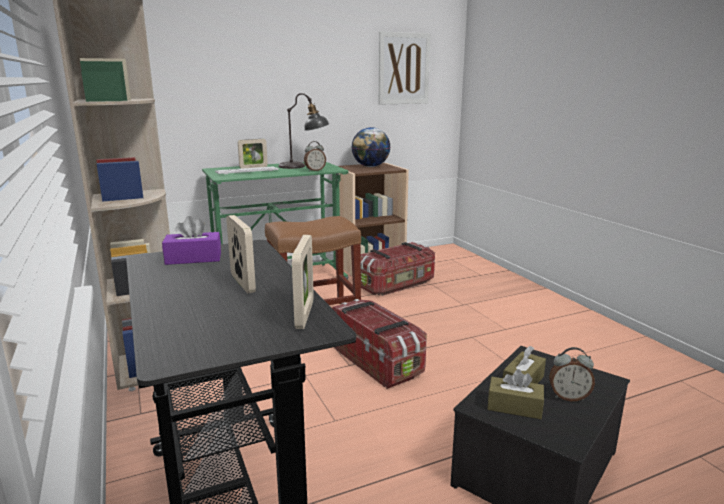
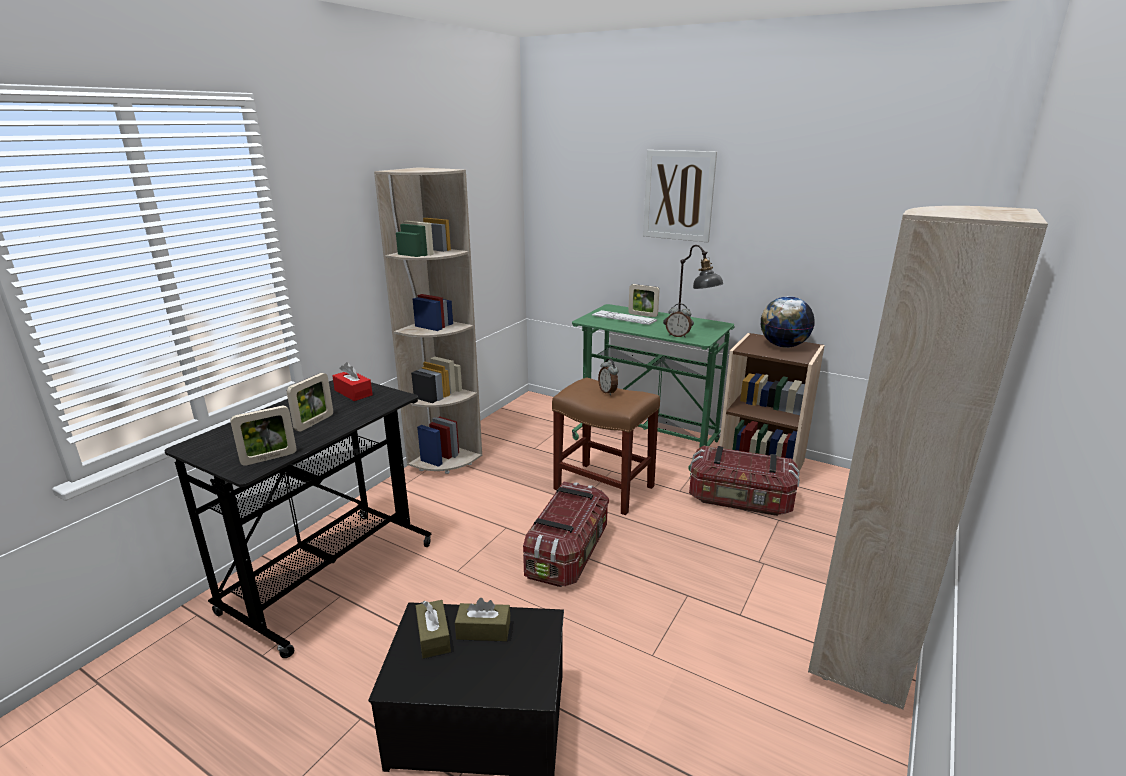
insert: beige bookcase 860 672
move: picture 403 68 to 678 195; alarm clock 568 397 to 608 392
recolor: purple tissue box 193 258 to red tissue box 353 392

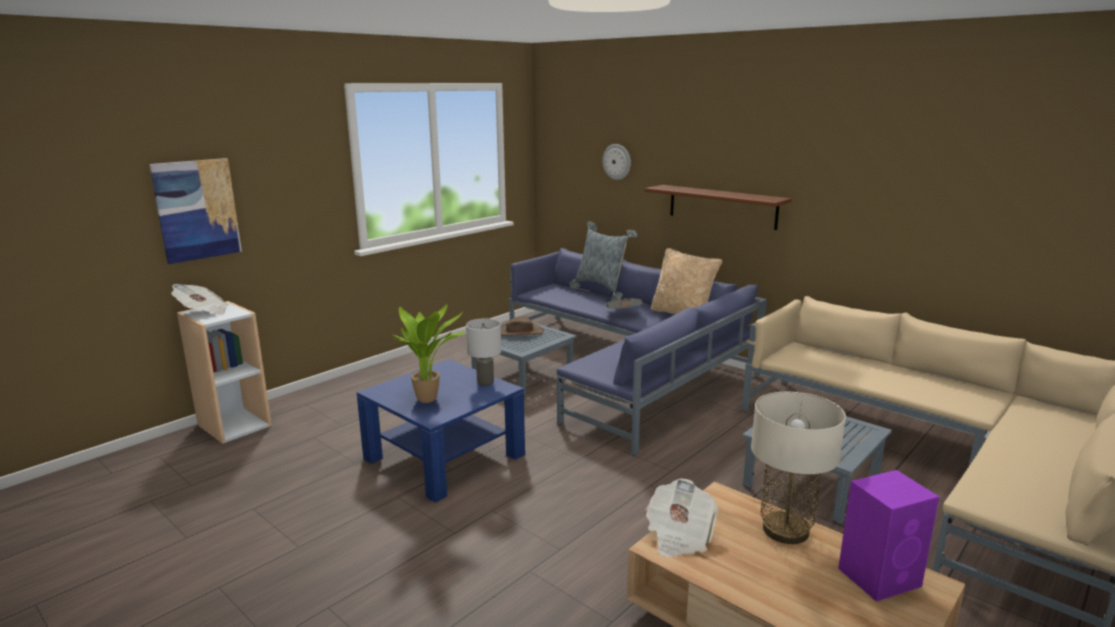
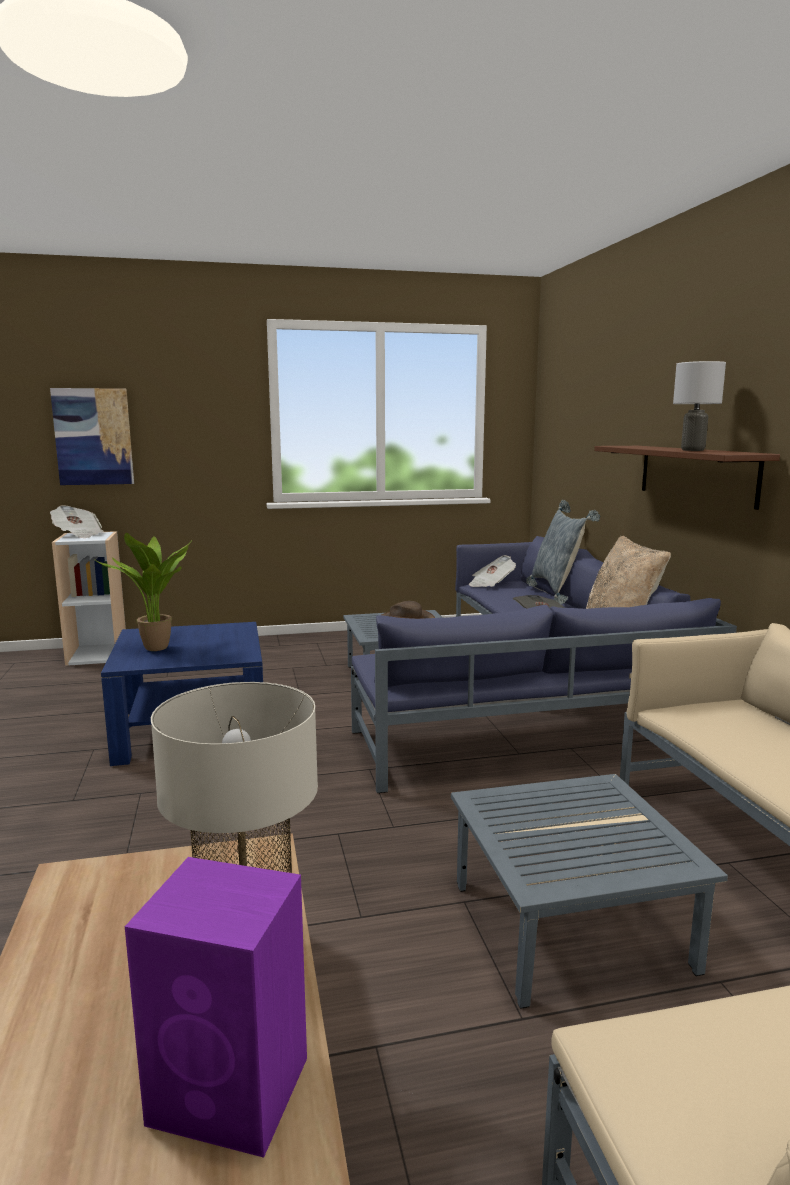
delete: wall clock 617 161
move: white table lamp 485 383 to 692 450; newspaper 679 535 to 490 584

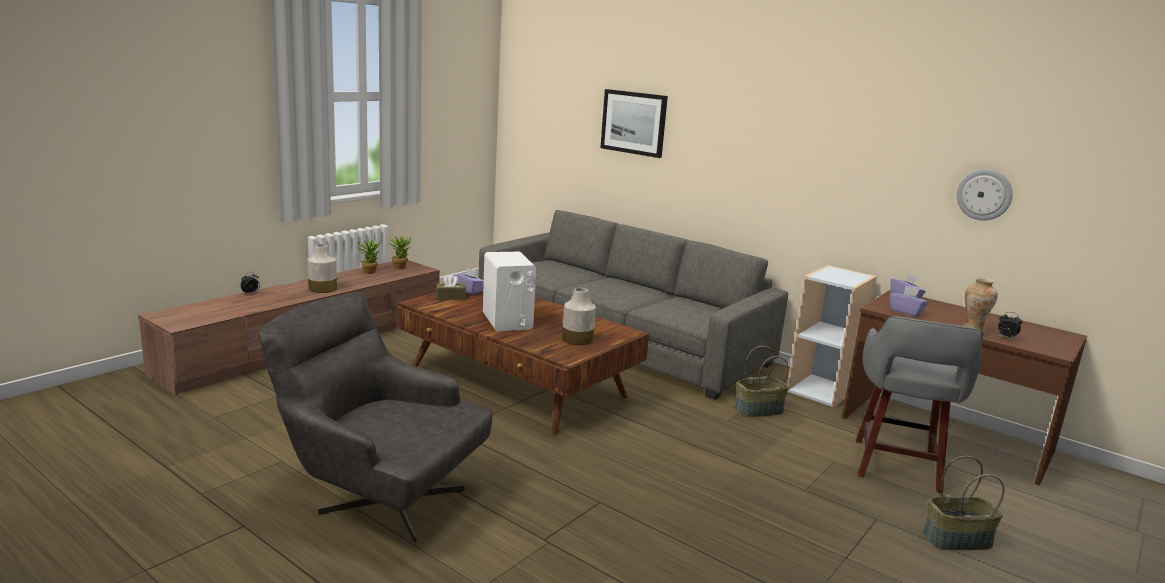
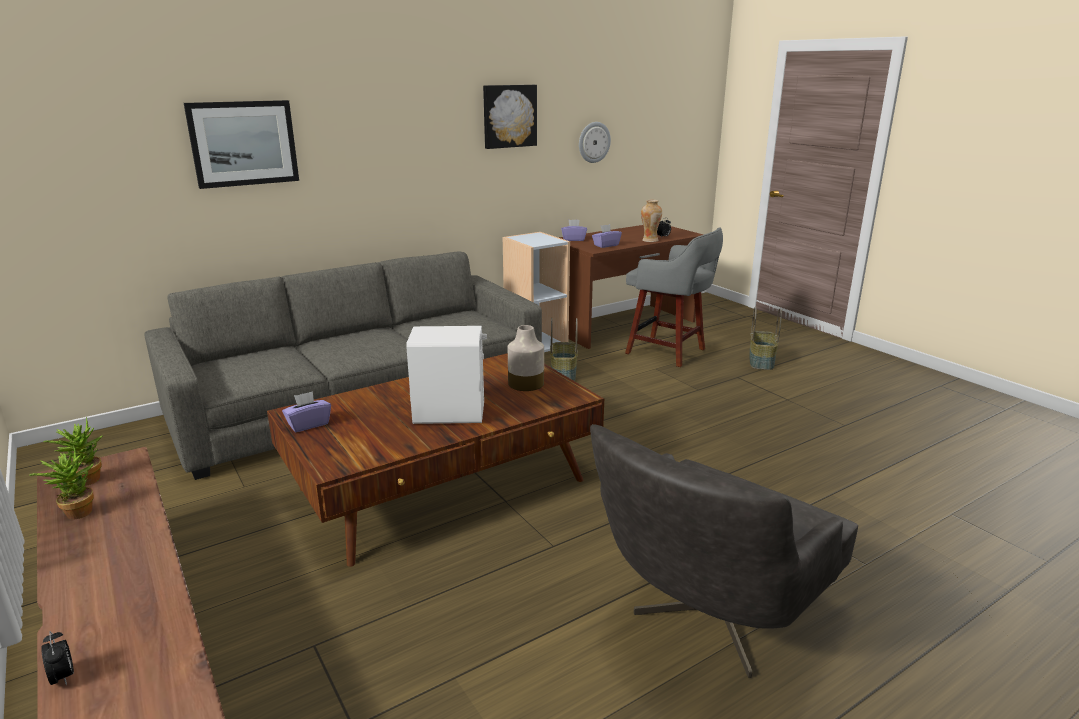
delete: beige vase 322 288; brown tissue box 450 297
insert: picture 509 116

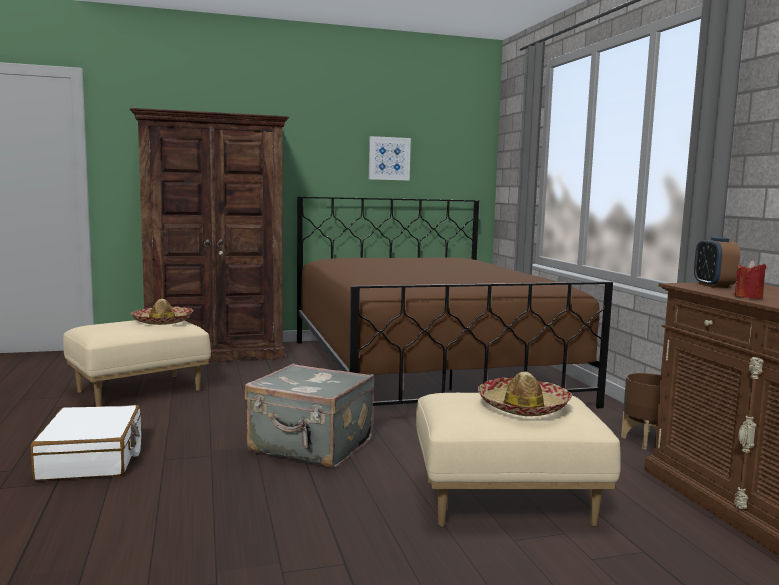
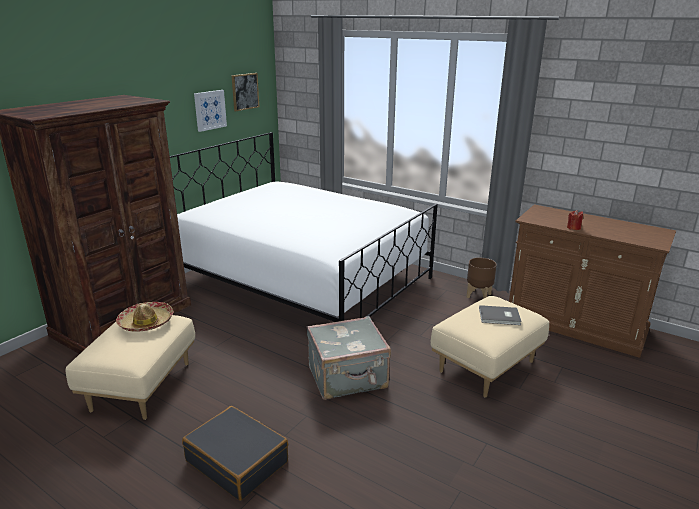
delete: alarm clock 713 285
insert: picture 245 91
replace: hat 523 407 to grey book 500 317
recolor: white suitcase 92 458 to black suitcase 237 461; brown bed 425 369 to white bed 301 280

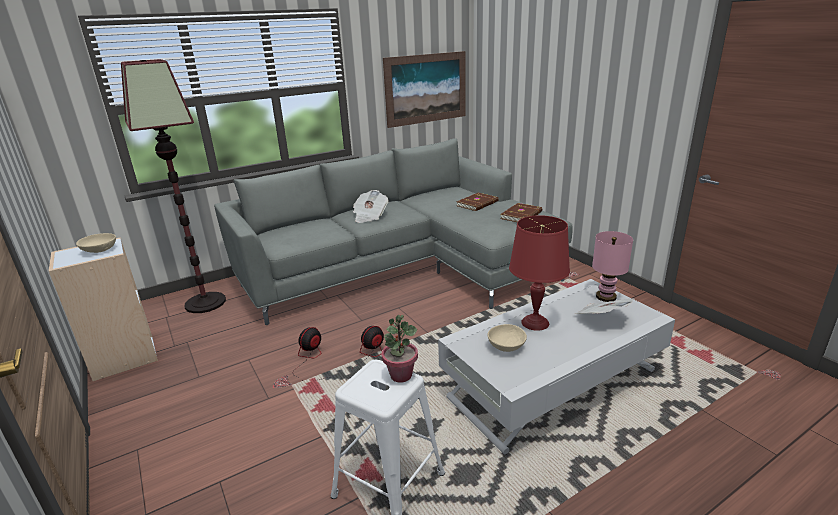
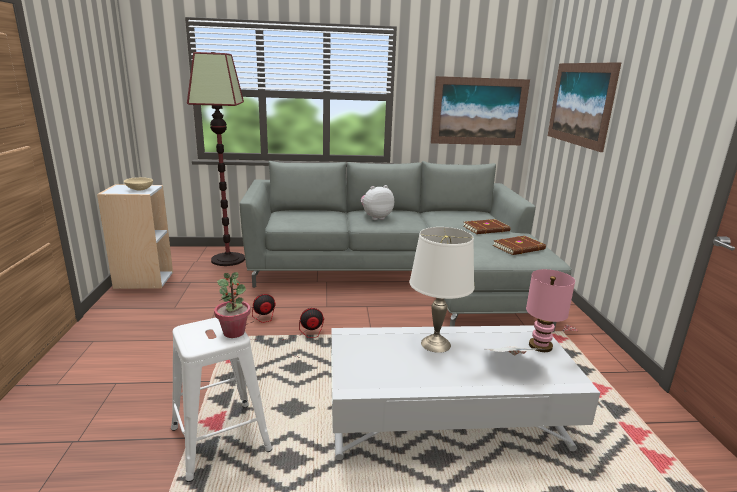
delete: beige bowl 506 346
insert: picture 580 104
replace: newspaper 369 216 to plush toy 376 217
recolor: red table lamp 535 322 to white table lamp 435 344

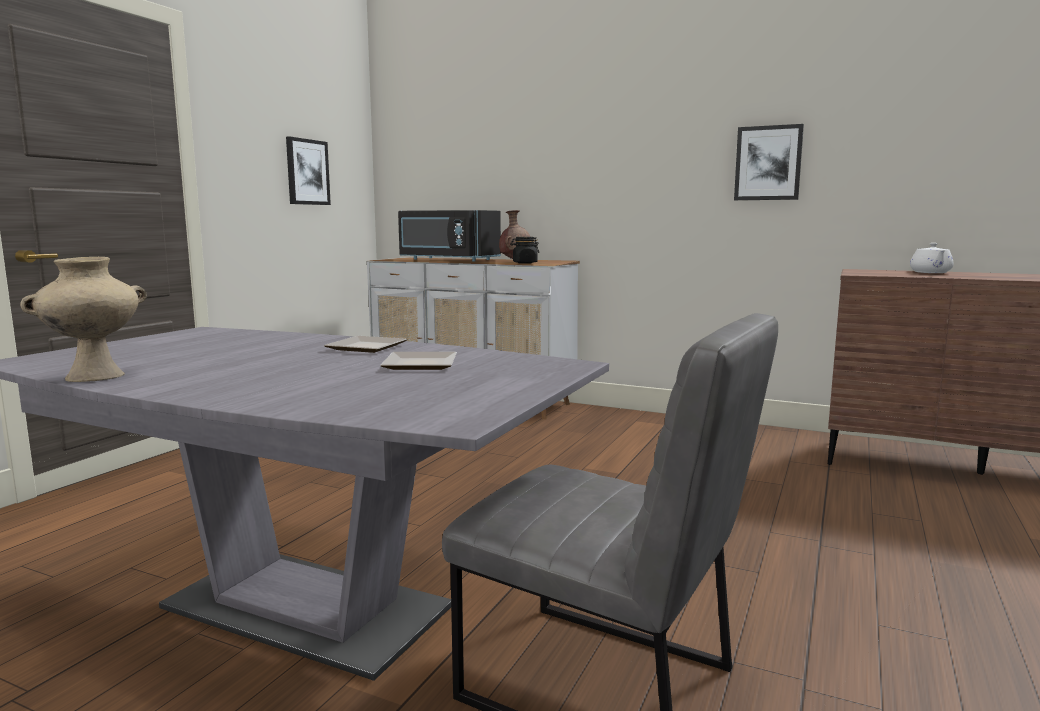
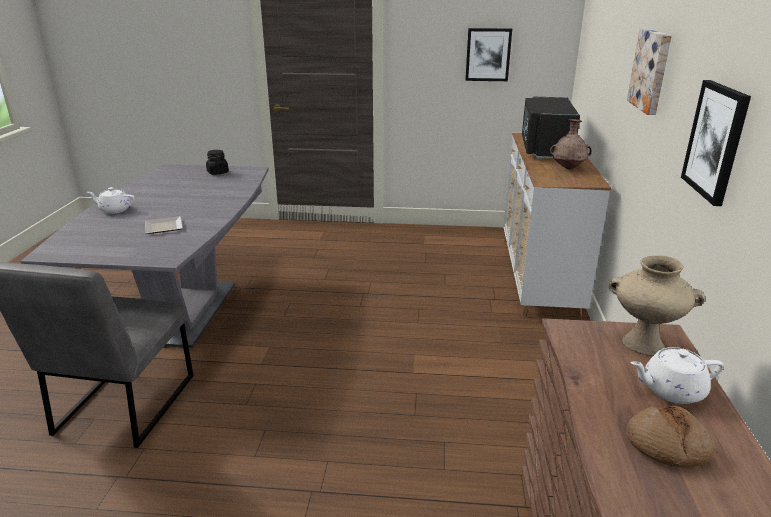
delete: plate 369 347
insert: white teapot 114 210; bread 667 446; picture 652 70
move: beige vase 94 377 to 642 344; black jar 524 263 to 217 172

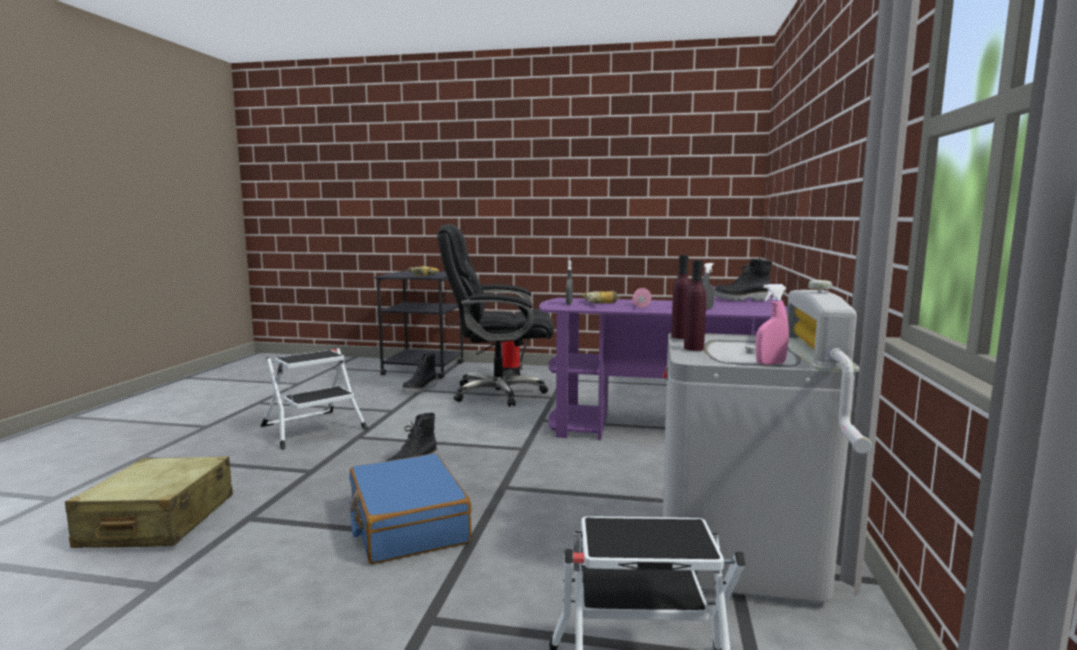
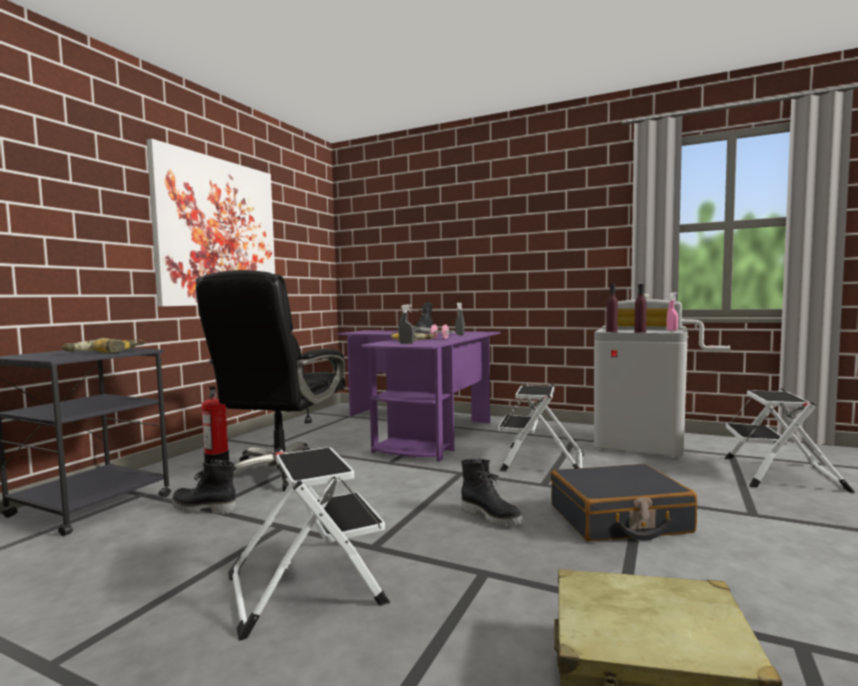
insert: picture 217 233; step ladder 541 460
recolor: blue suitcase 407 524 to black suitcase 619 519
rotate: black boot 420 389 = 203 509 150 degrees clockwise

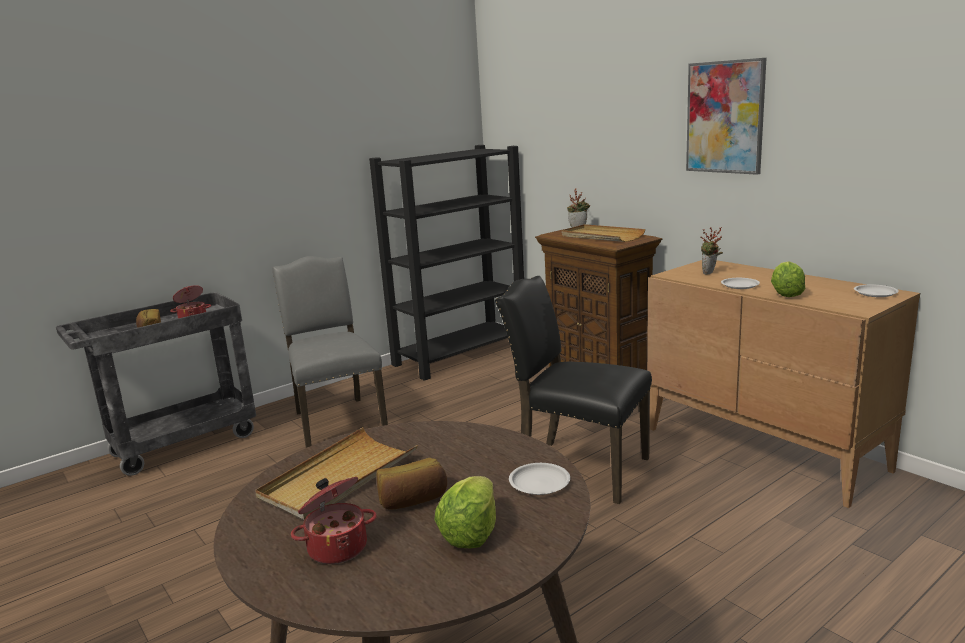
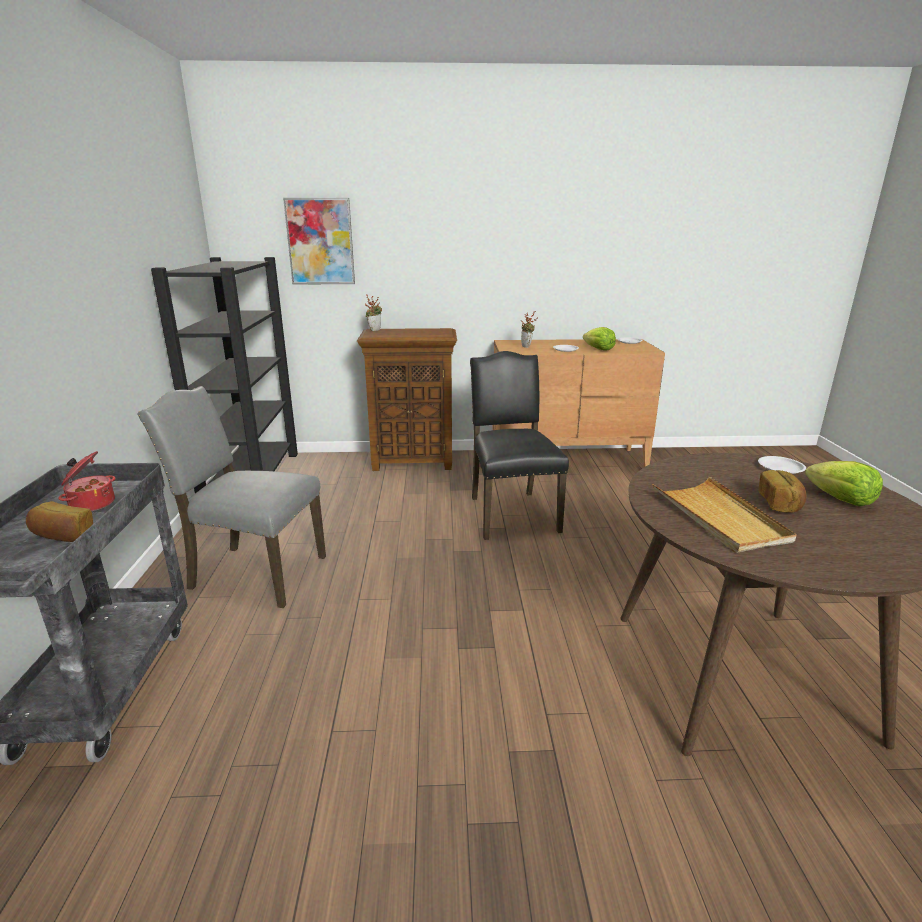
delete: cooking pot 337 547; beige tray 601 236
move: picture 725 117 to 320 242
rotate: black chair 578 468 = 511 513 105 degrees clockwise

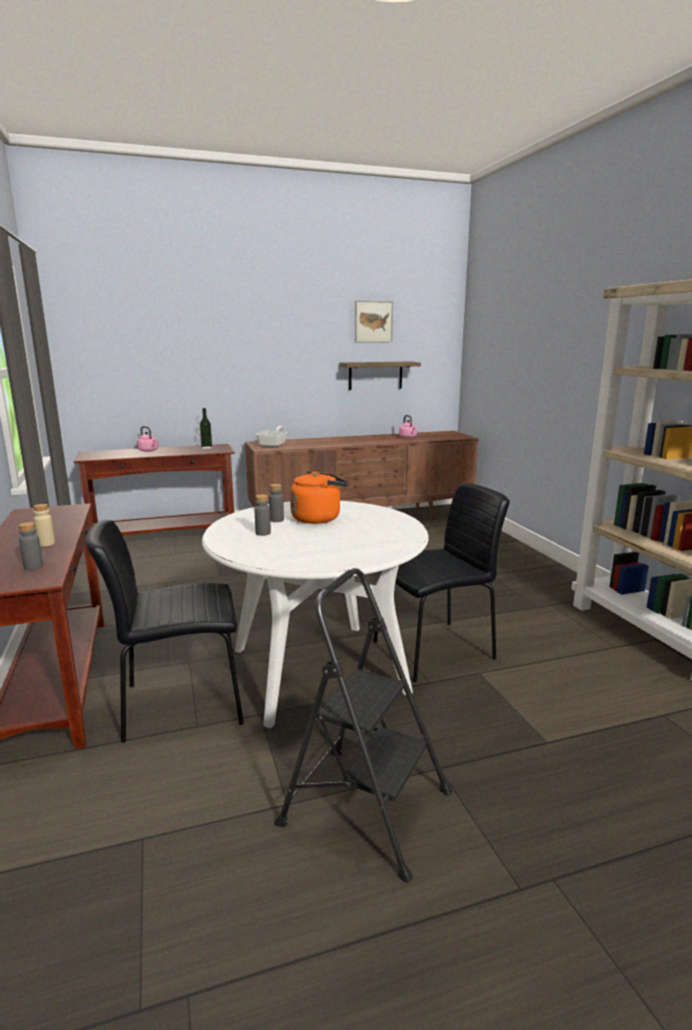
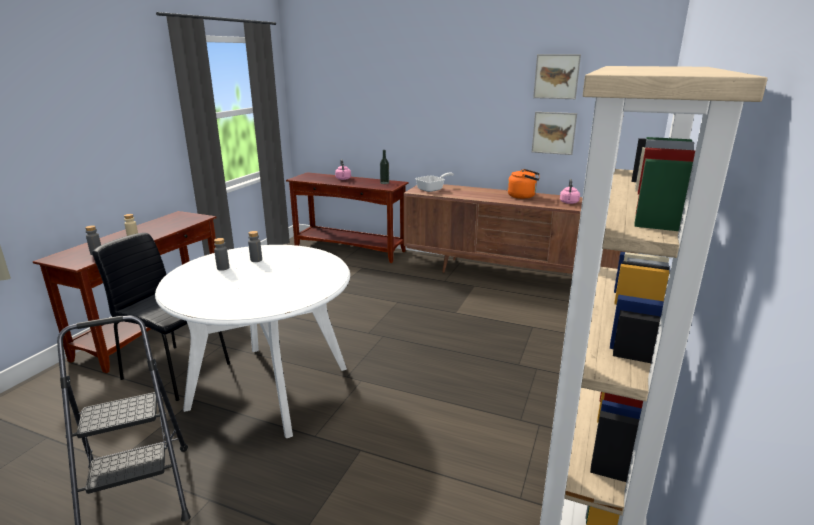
delete: black chair 437 649
move: orange kettle 318 518 to 523 196
replace: shelf 375 375 to picture 553 133

